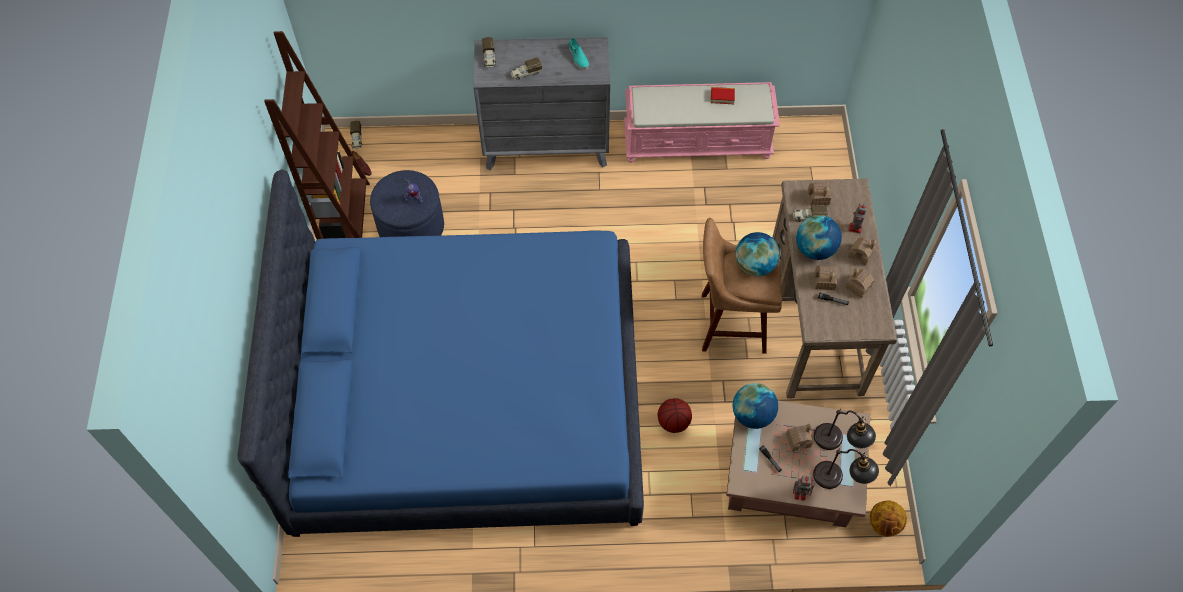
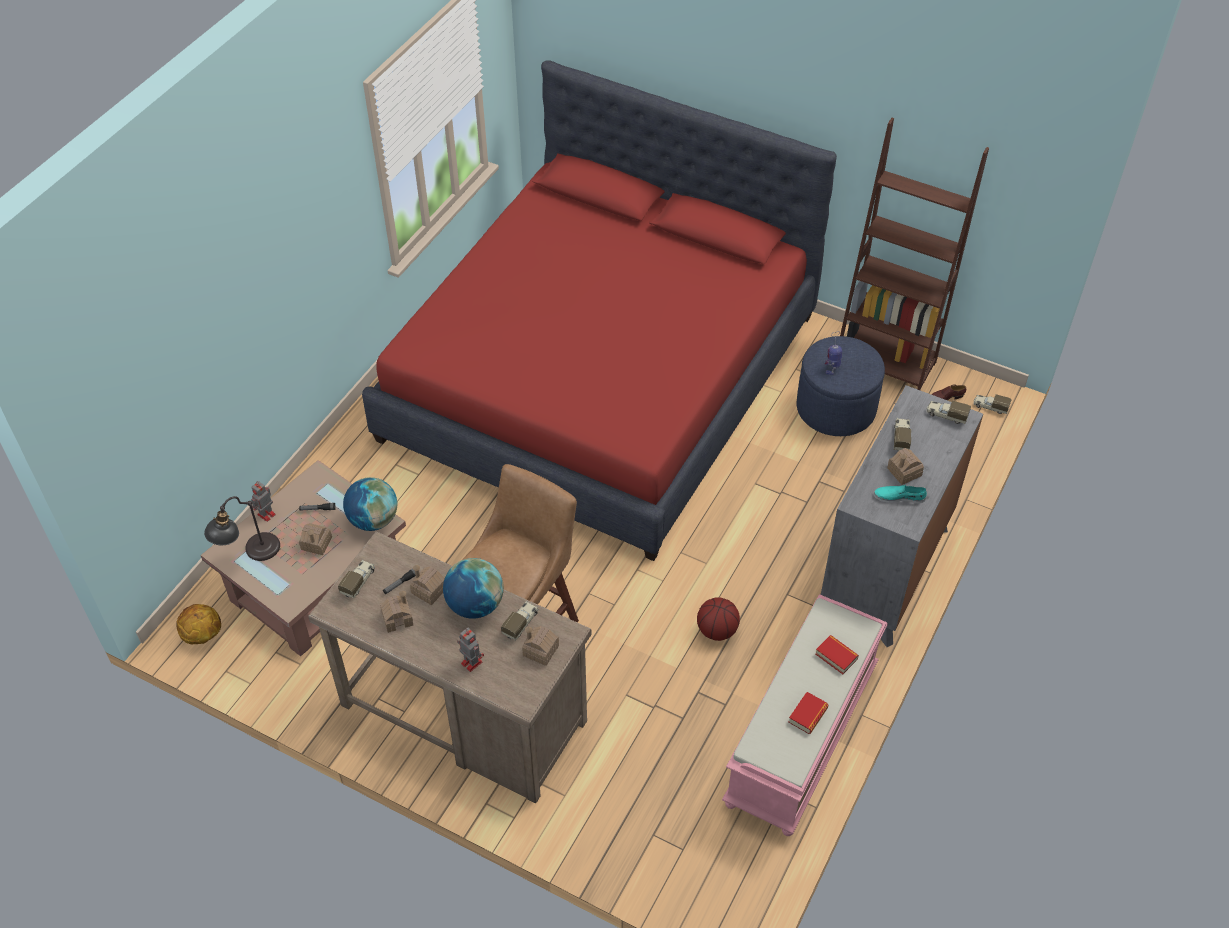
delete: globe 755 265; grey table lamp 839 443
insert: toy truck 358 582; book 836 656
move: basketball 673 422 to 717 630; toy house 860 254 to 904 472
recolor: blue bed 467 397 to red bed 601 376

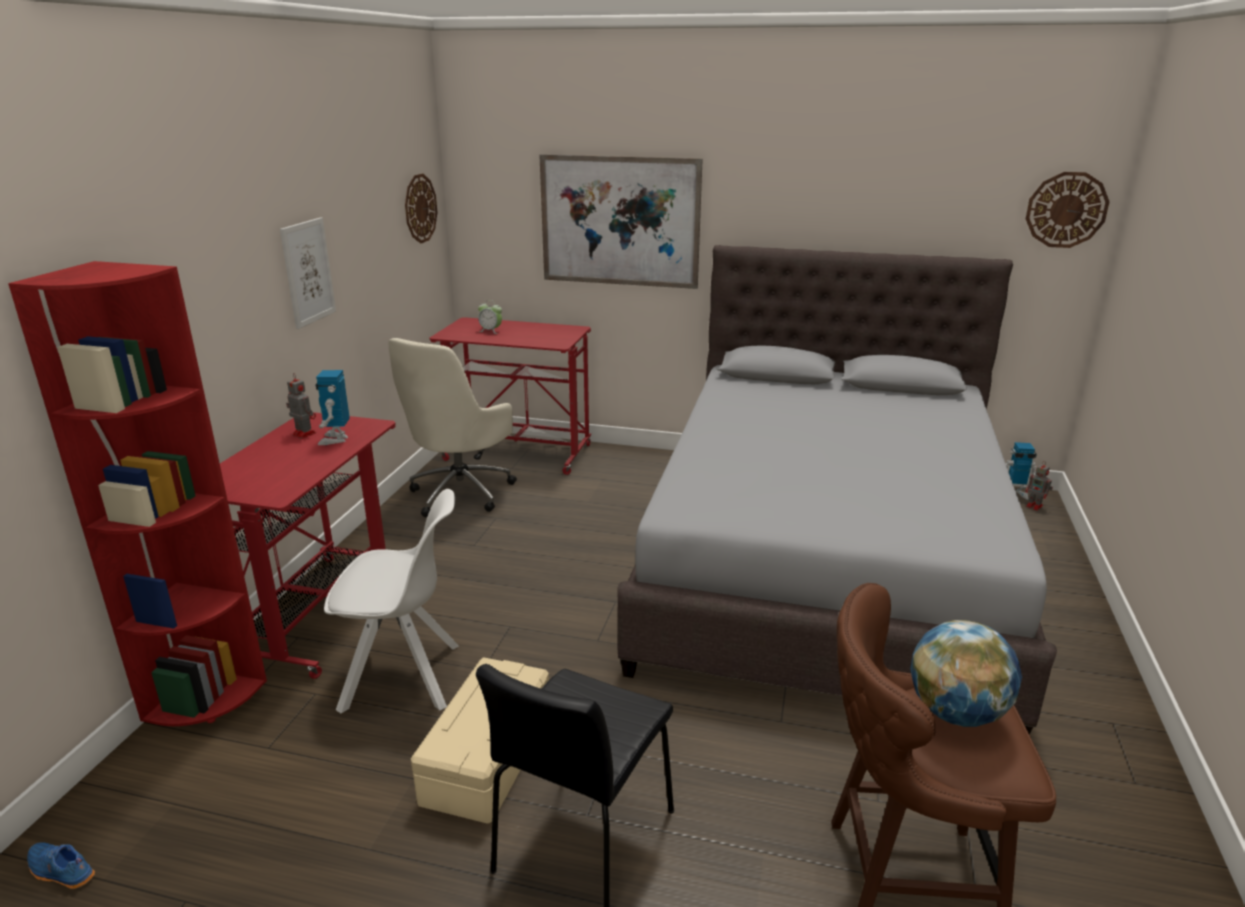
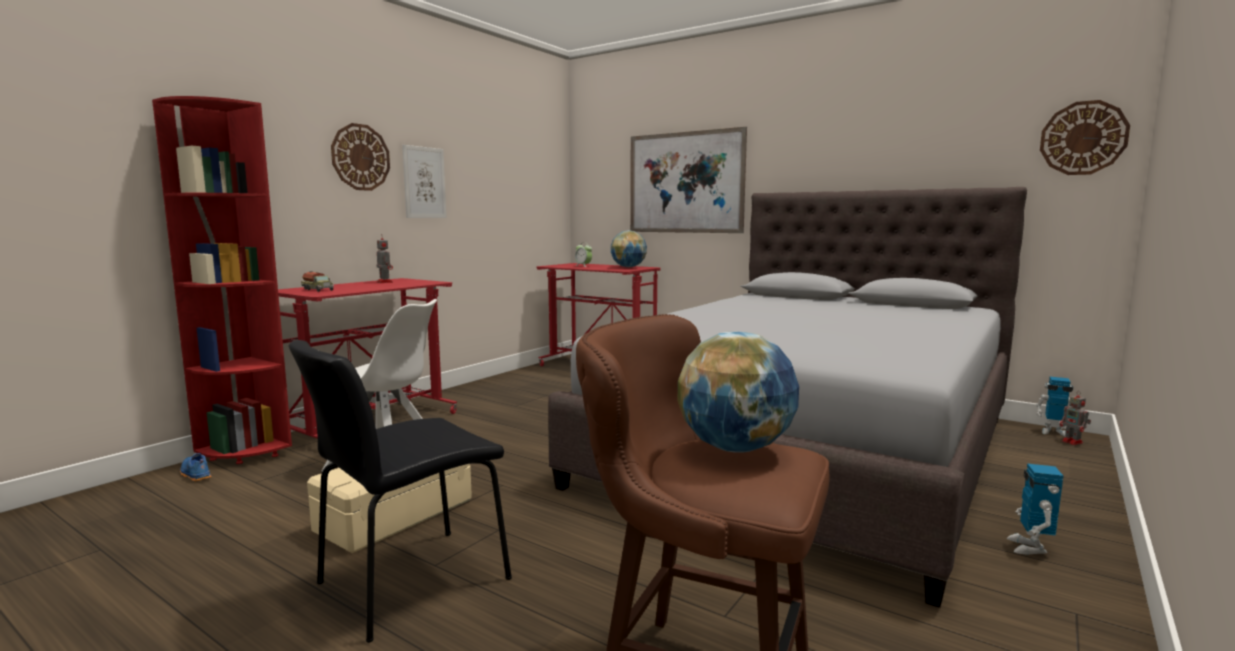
delete: beige office chair 460 494
insert: toy truck 318 290; globe 628 267
move: blue shoe 60 872 to 195 475; toy robot 336 439 to 1030 547; wall clock 420 208 to 360 157

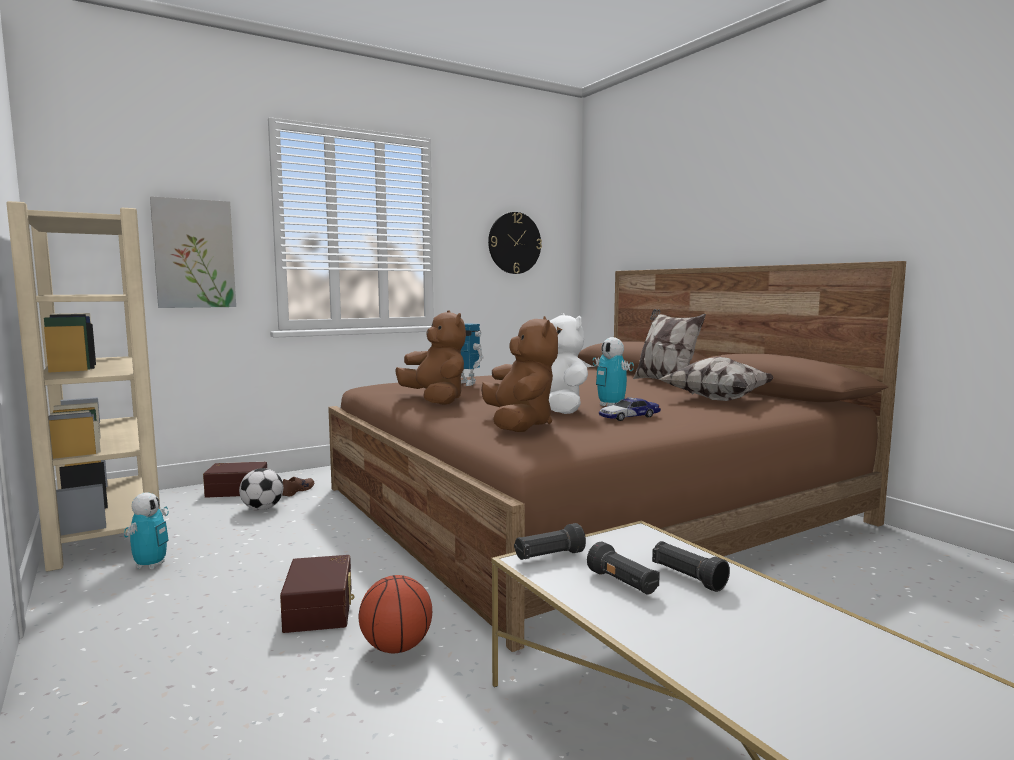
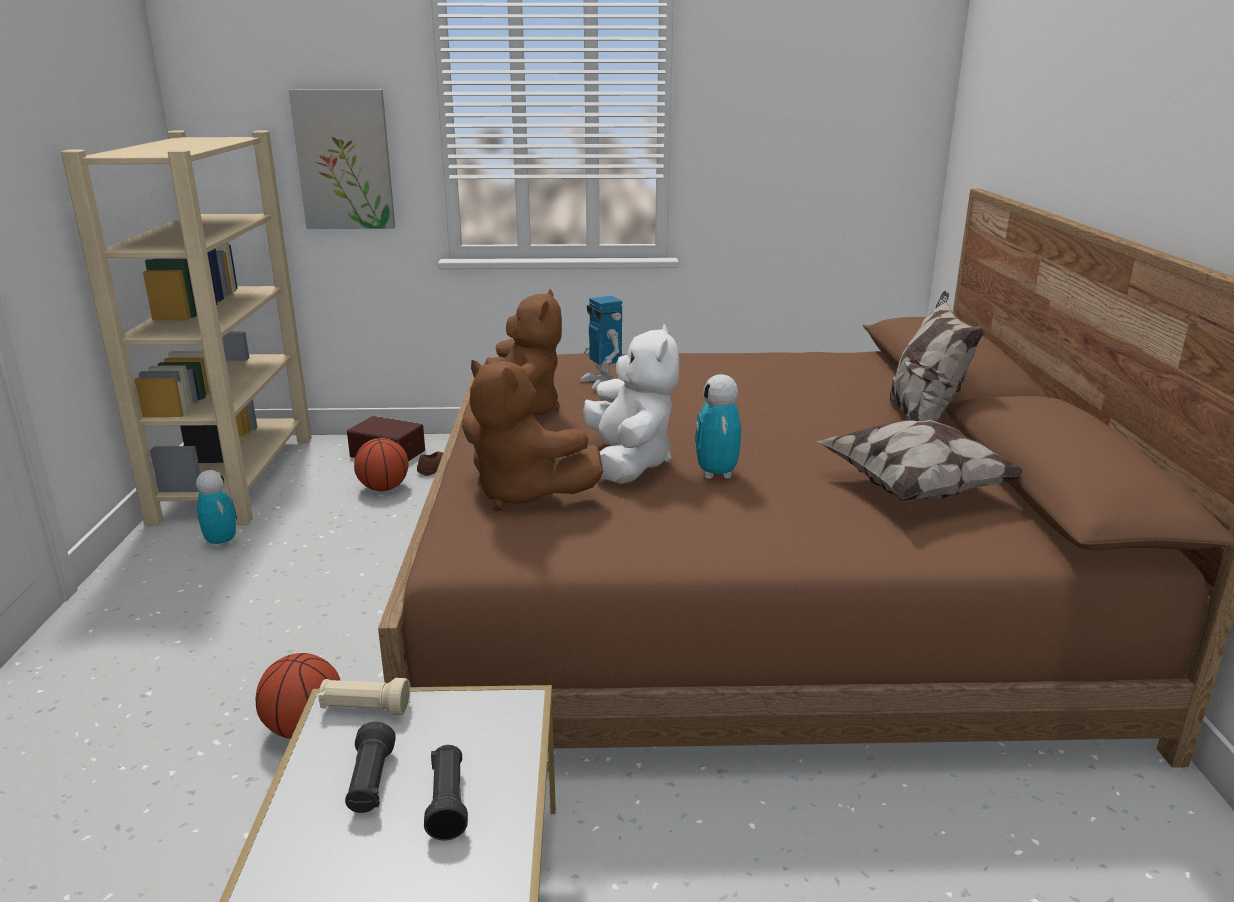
delete: brown storage box 321 609; wall clock 514 243; toy car 629 417
replace: football 262 508 to basketball 383 488
recolor: black flashlight 548 556 to beige flashlight 365 709
rotate: toy robot 151 565 = 221 543 75 degrees counterclockwise; brown plush toy 519 425 = 523 494 105 degrees clockwise

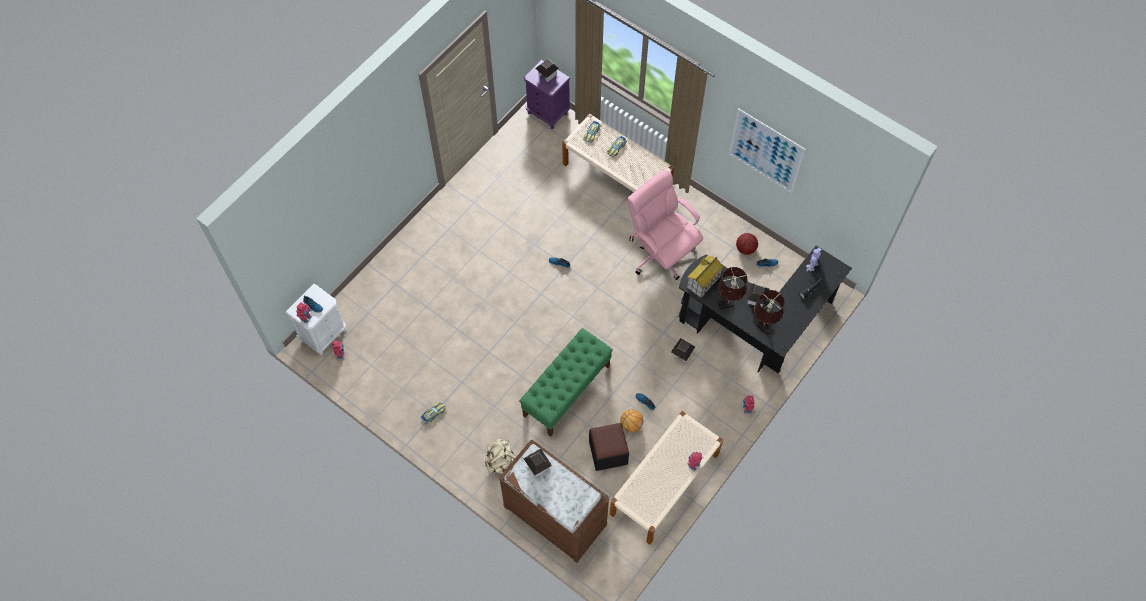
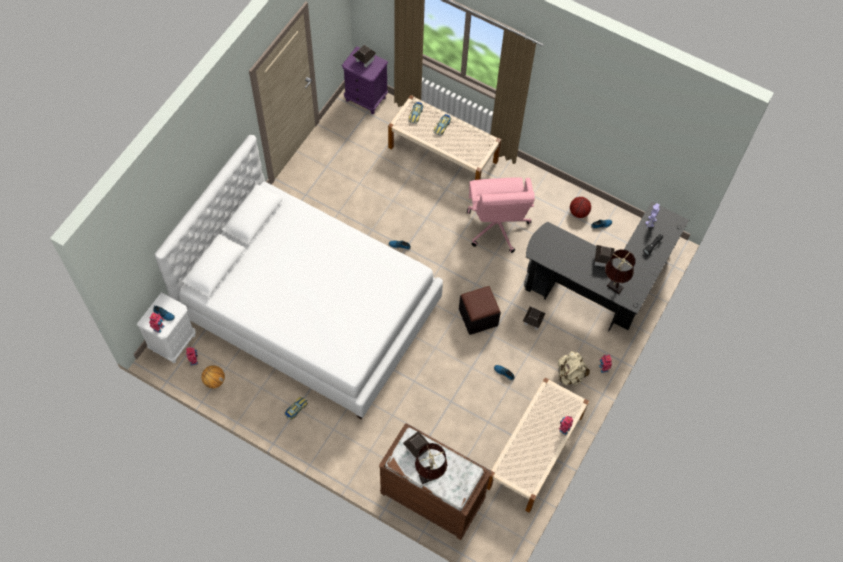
delete: green bench 566 390; toy house 703 282; picture 766 151
insert: white bed 309 307
move: beige backpack 501 461 to 570 374; black ottoman 608 452 to 478 317; basketball 631 425 to 214 381; brown table lamp 728 304 to 429 476
rotate: pink office chair 660 253 = 497 225 135 degrees counterclockwise

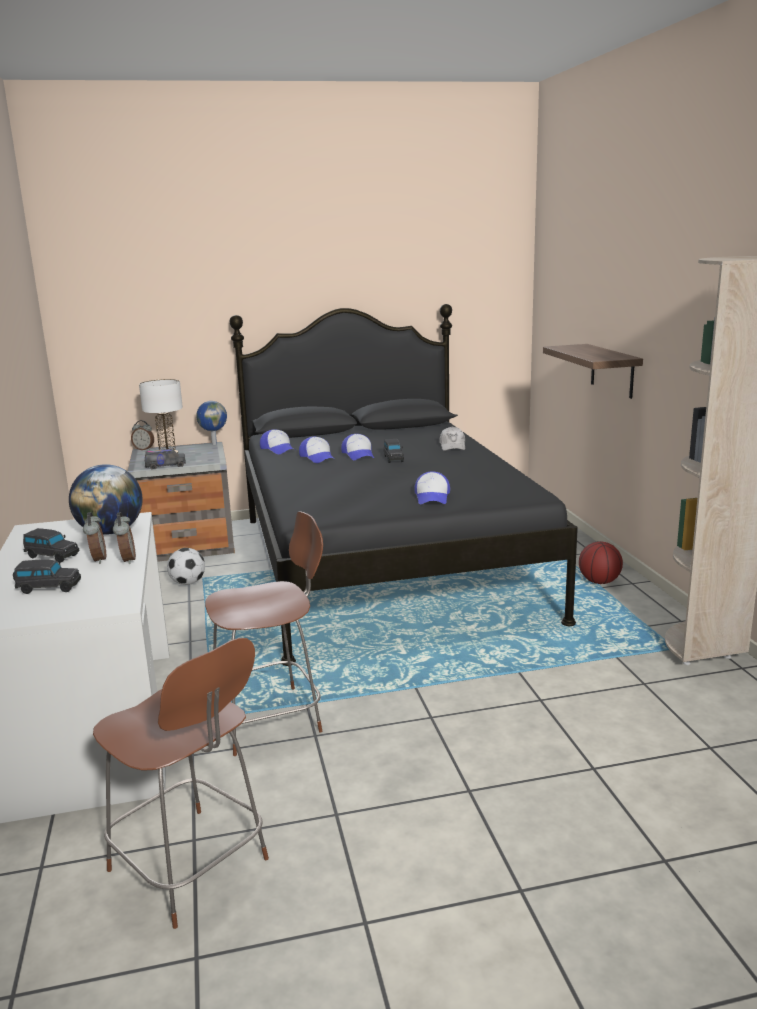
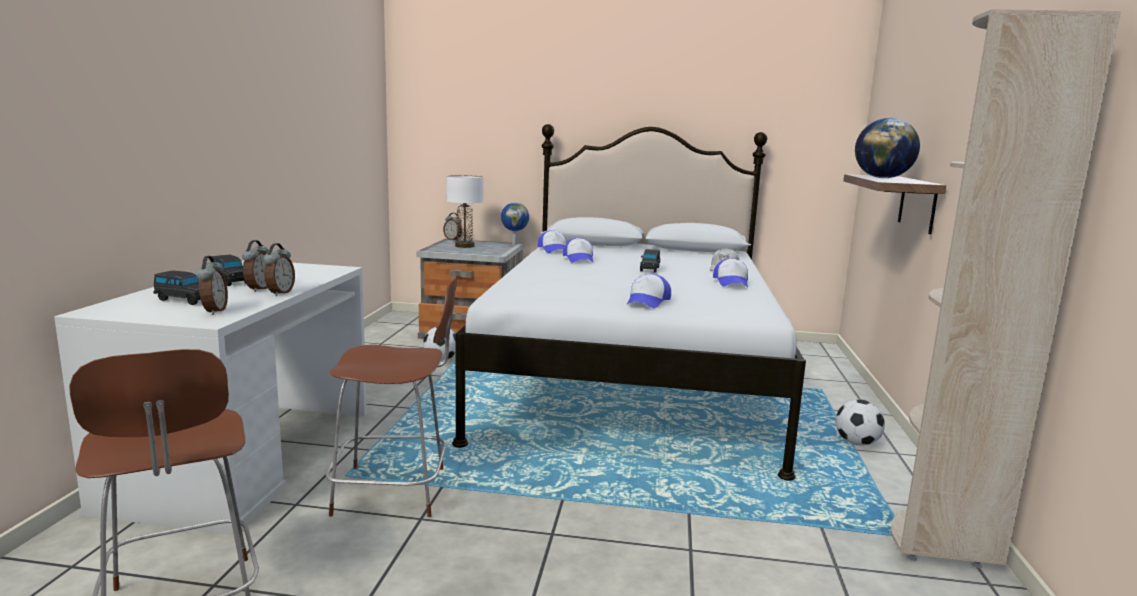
delete: toy truck 165 466
insert: alarm clock 213 311
move: globe 110 532 to 882 178; cap 359 455 to 731 282
replace: basketball 599 582 to football 856 443
recolor: black bed 385 564 to white bed 632 380

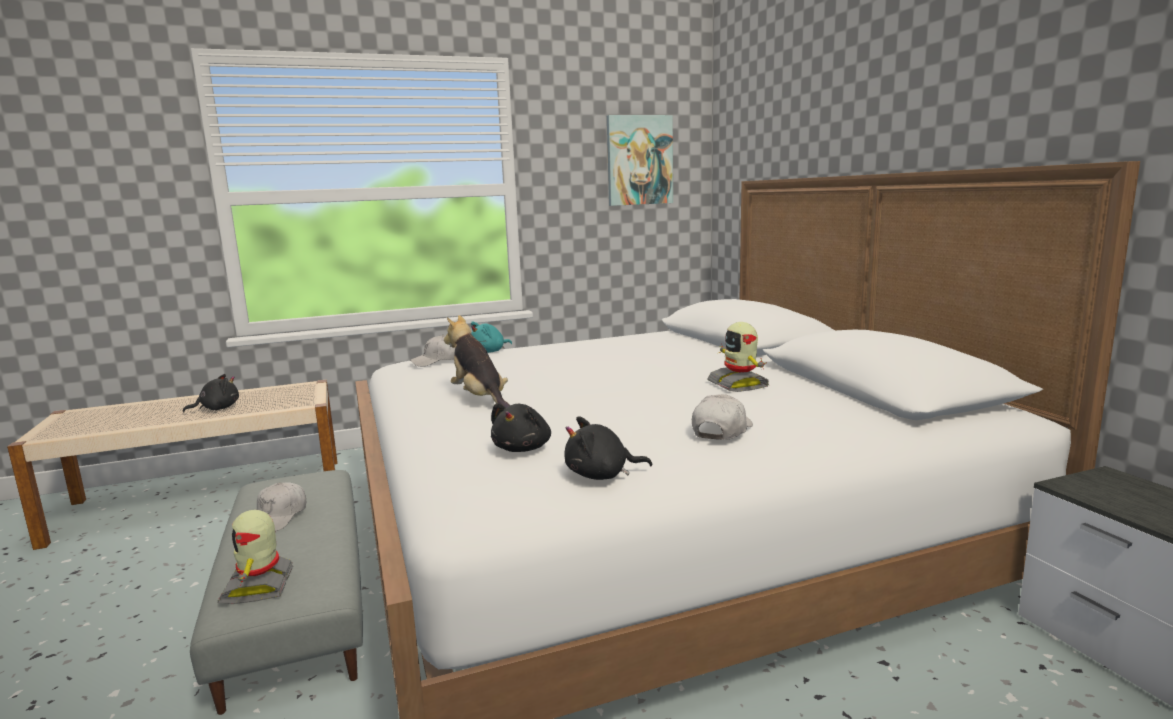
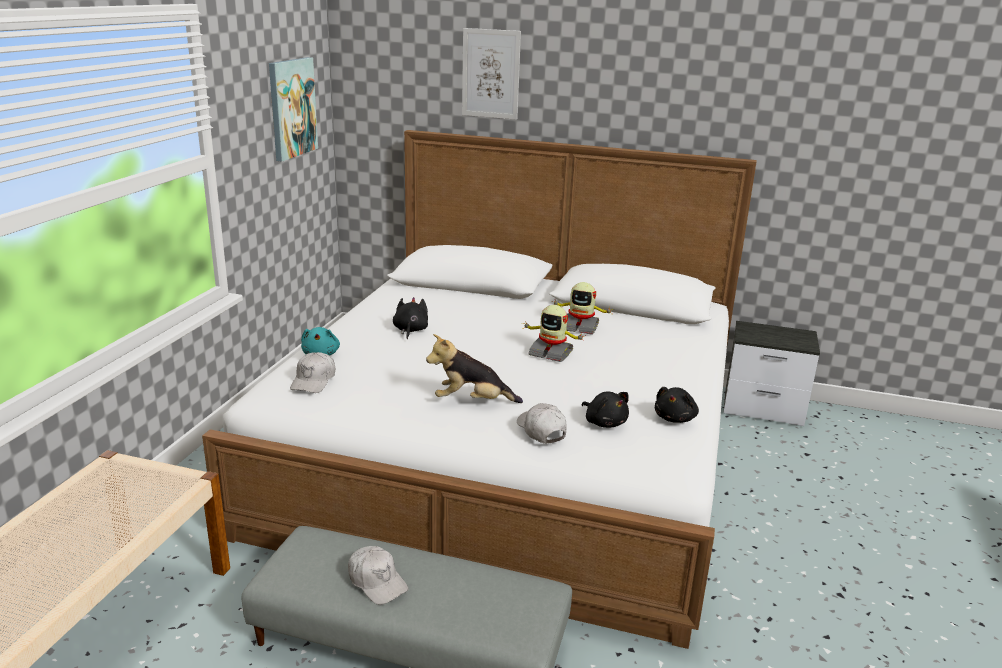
insert: picture 491 74
move: black plush toy 217 409 to 410 330; toy robot 260 586 to 551 353; white cap 721 430 to 541 430

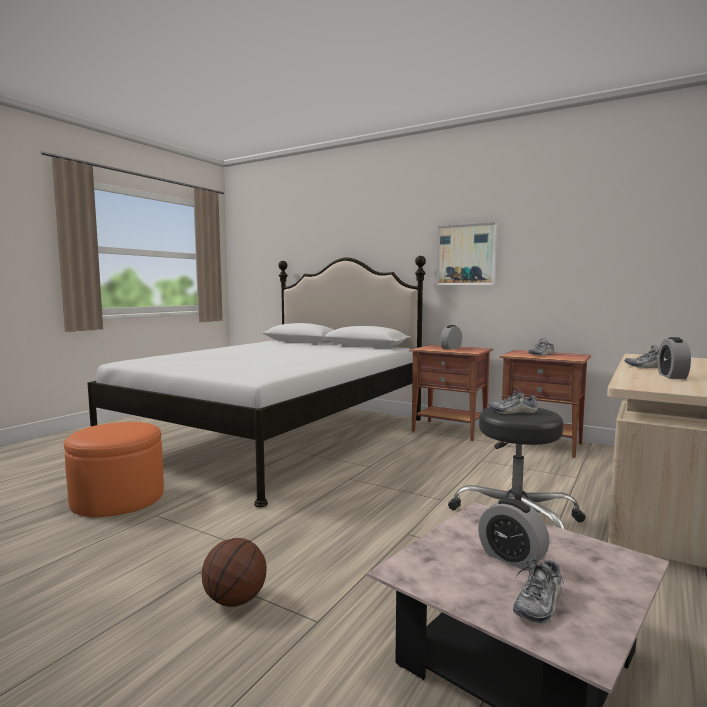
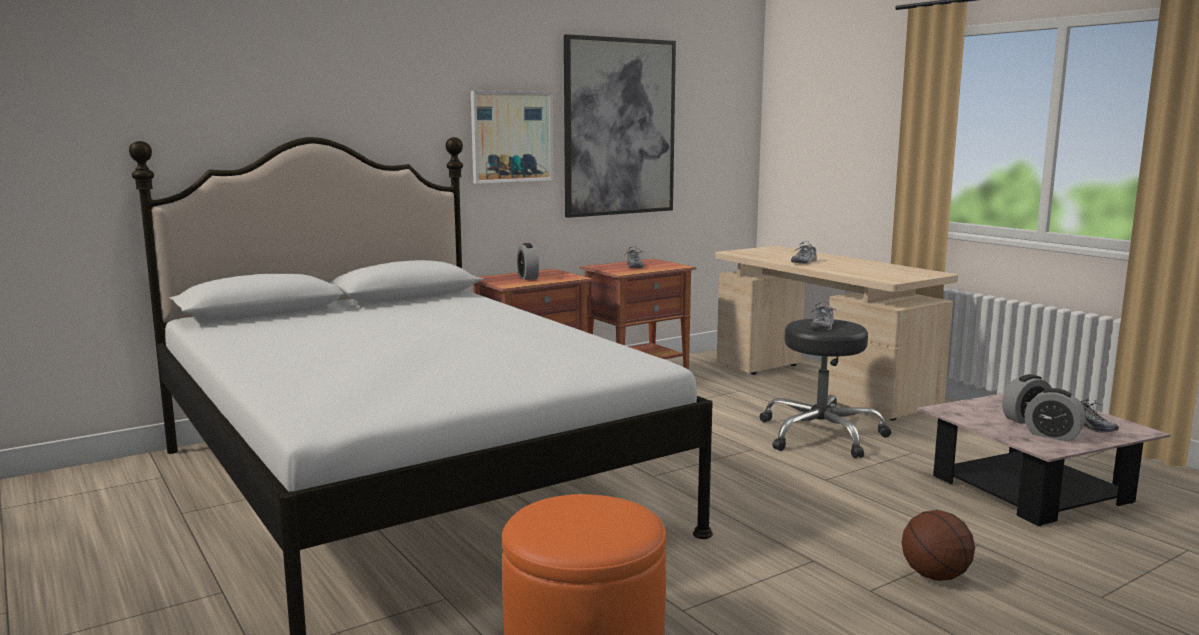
insert: picture 619 127
move: alarm clock 672 376 to 1052 435

